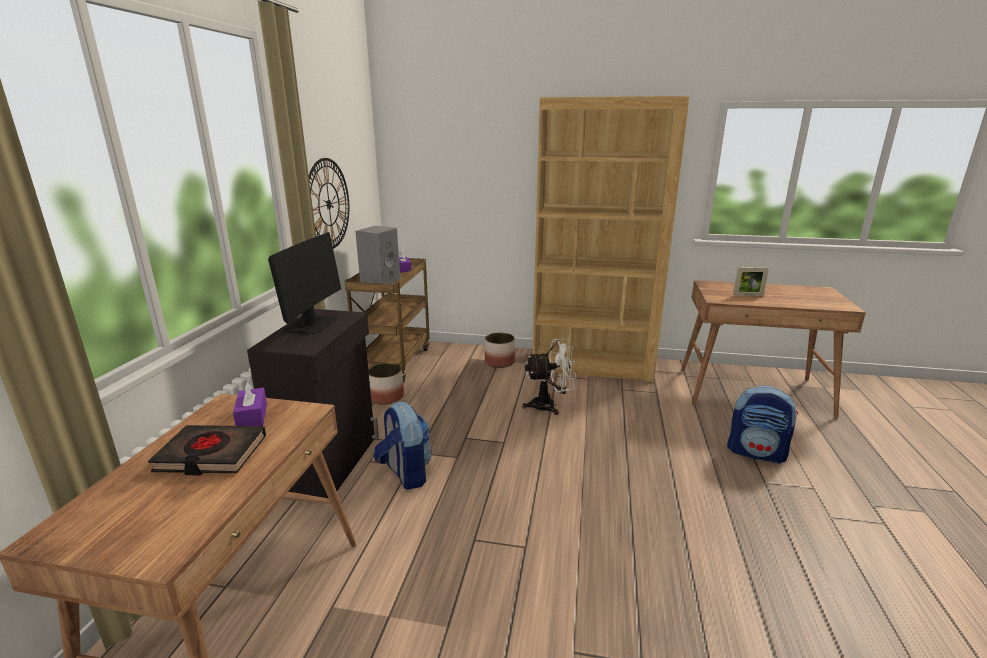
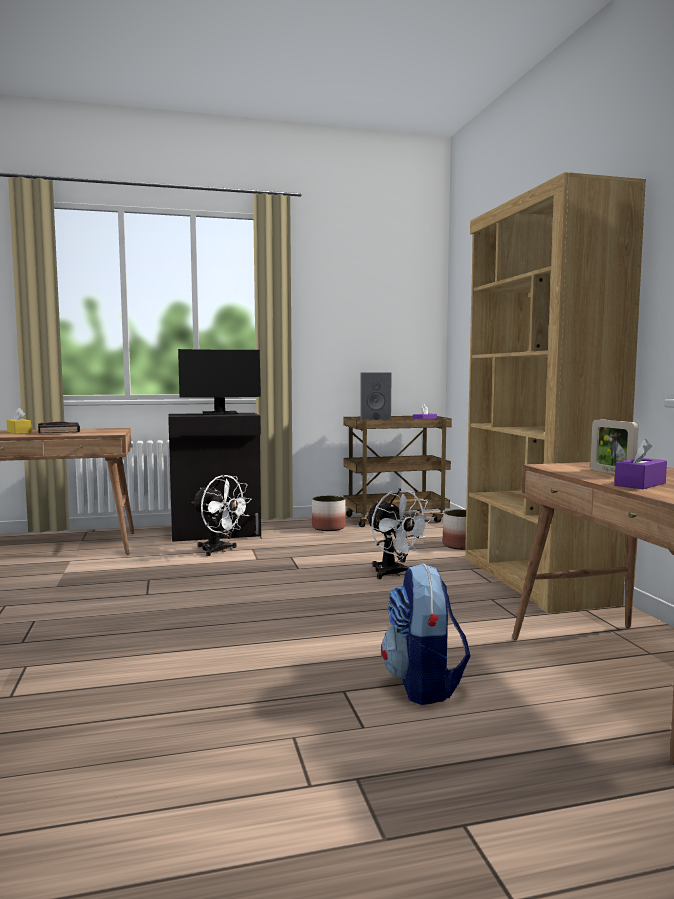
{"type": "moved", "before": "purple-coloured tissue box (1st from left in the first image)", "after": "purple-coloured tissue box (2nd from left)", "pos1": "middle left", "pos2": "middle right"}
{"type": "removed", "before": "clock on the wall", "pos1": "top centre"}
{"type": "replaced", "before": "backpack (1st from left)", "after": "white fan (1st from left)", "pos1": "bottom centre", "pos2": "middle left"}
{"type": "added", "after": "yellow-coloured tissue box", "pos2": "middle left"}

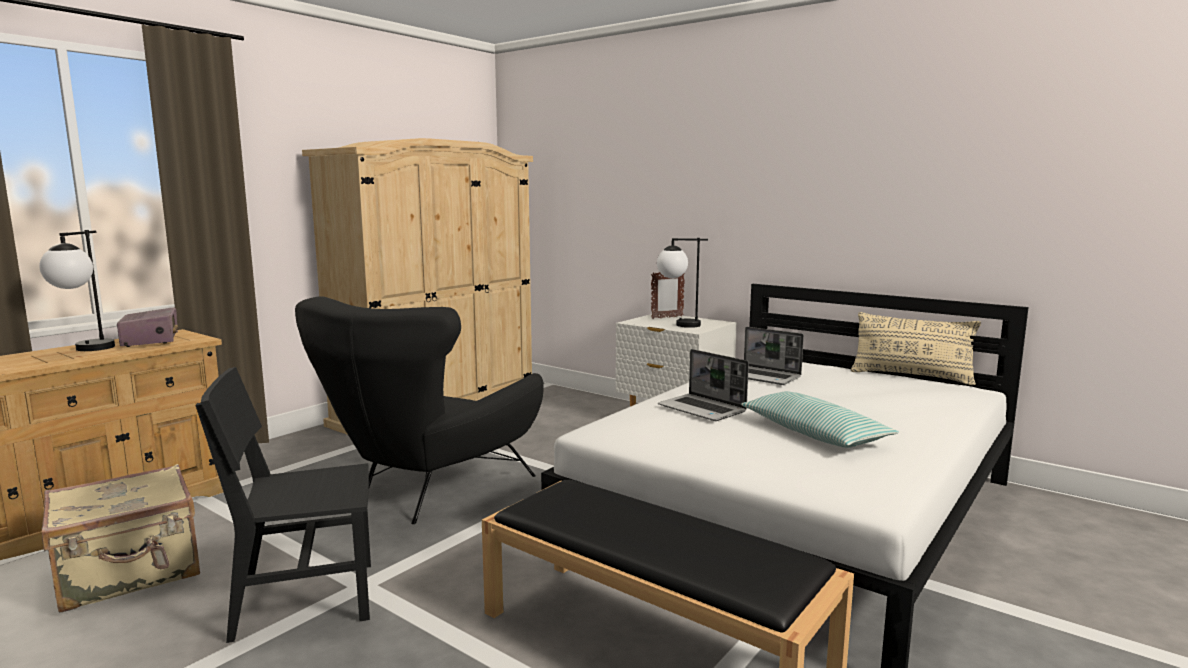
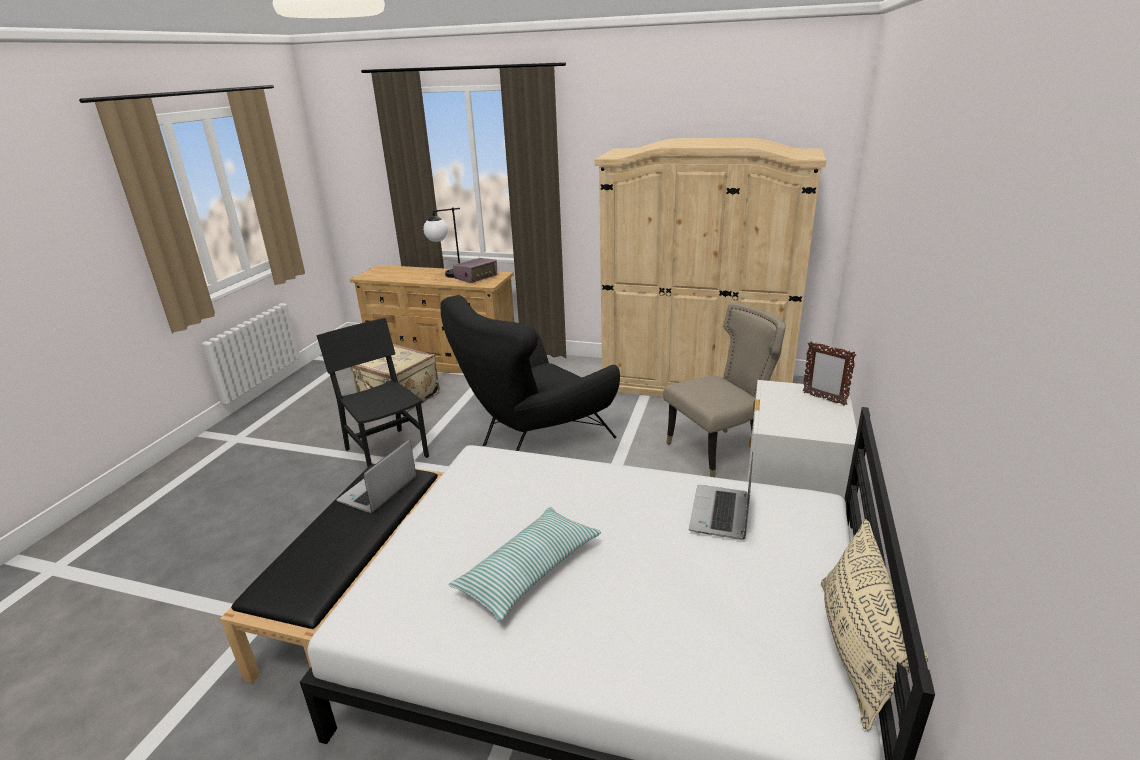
{"type": "turned", "before": "black-coloured armchair", "pos1": "centre", "pos2": "centre", "turn": -45}
{"type": "removed", "before": "lamp for a table (2nd from left)", "pos1": "centre"}
{"type": "moved", "before": "laptop (1st from left)", "pos1": "centre", "pos2": "middle left"}
{"type": "added", "after": "beige-coloured plain chair", "pos2": "centre"}

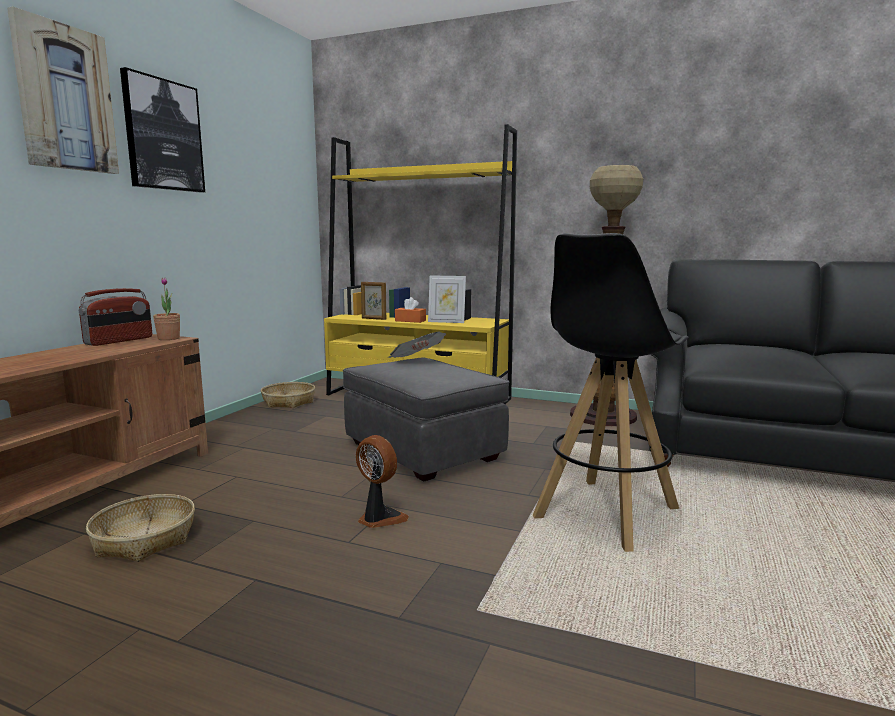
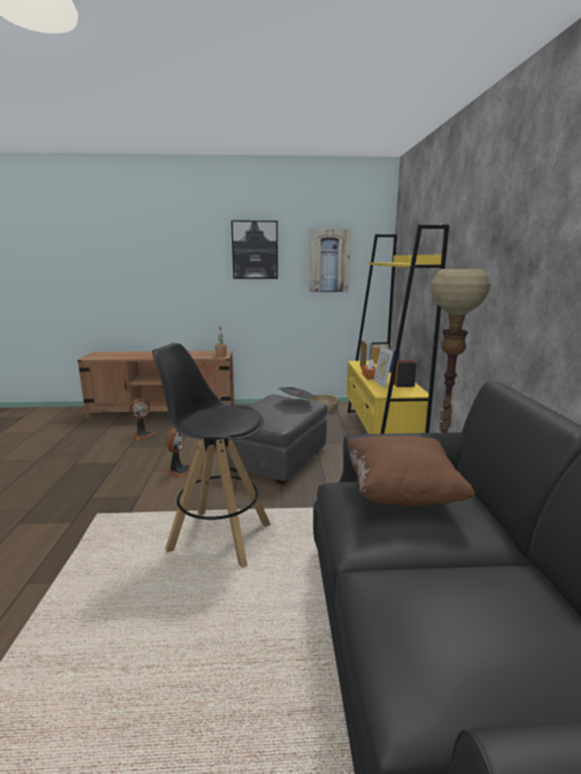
{"type": "moved", "before": "wall picture (1st from left in the first image)", "after": "wall picture (2nd from left)", "pos1": "top left", "pos2": "centre"}
{"type": "removed", "before": "radio receiver", "pos1": "middle left"}
{"type": "replaced", "before": "basket (1st from left)", "after": "fan (1st from left)", "pos1": "bottom left", "pos2": "middle left"}
{"type": "added", "after": "brown-coloured pillow", "pos2": "middle right"}

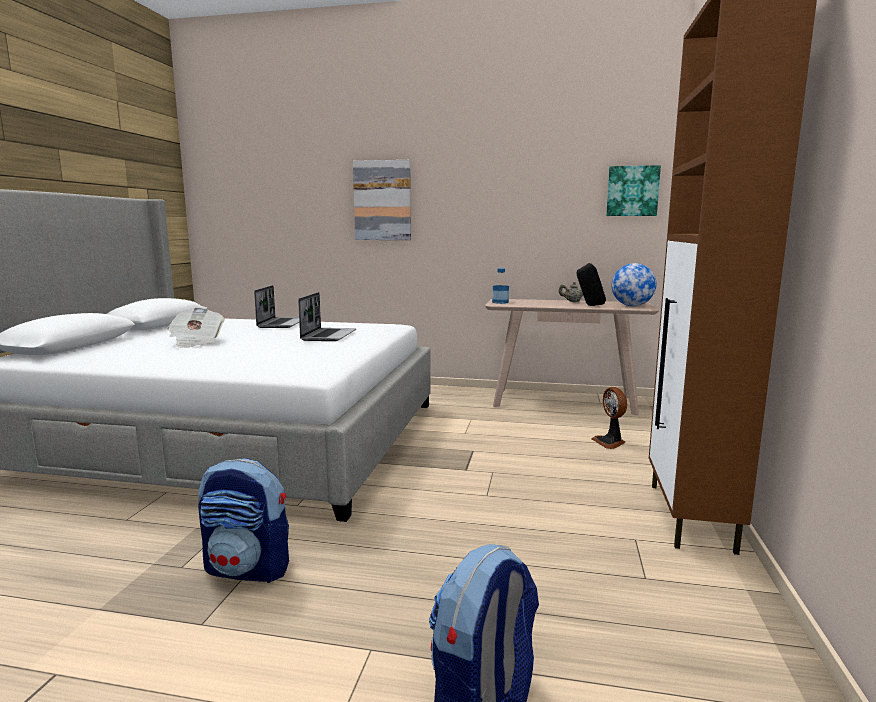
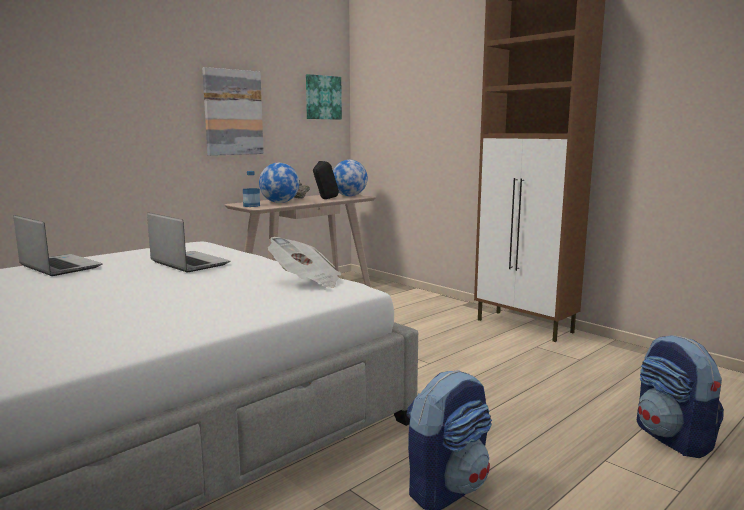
{"type": "moved", "before": "newspaper", "pos1": "middle left", "pos2": "centre"}
{"type": "moved", "before": "wall picture (1st from left)", "pos1": "top centre", "pos2": "top left"}
{"type": "removed", "before": "fan", "pos1": "middle right"}
{"type": "added", "after": "globe (1st from left)", "pos2": "centre"}

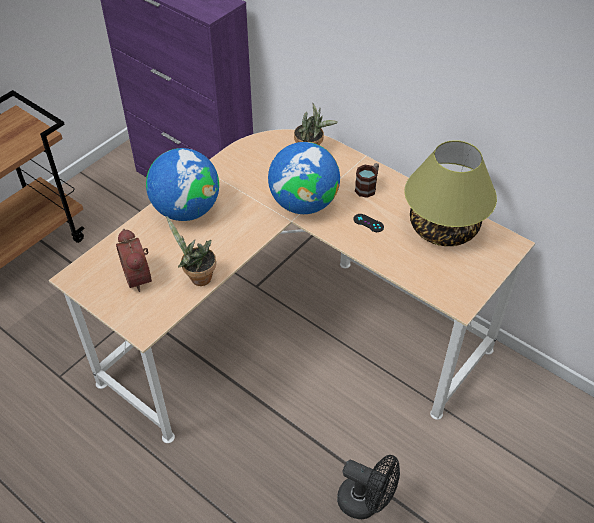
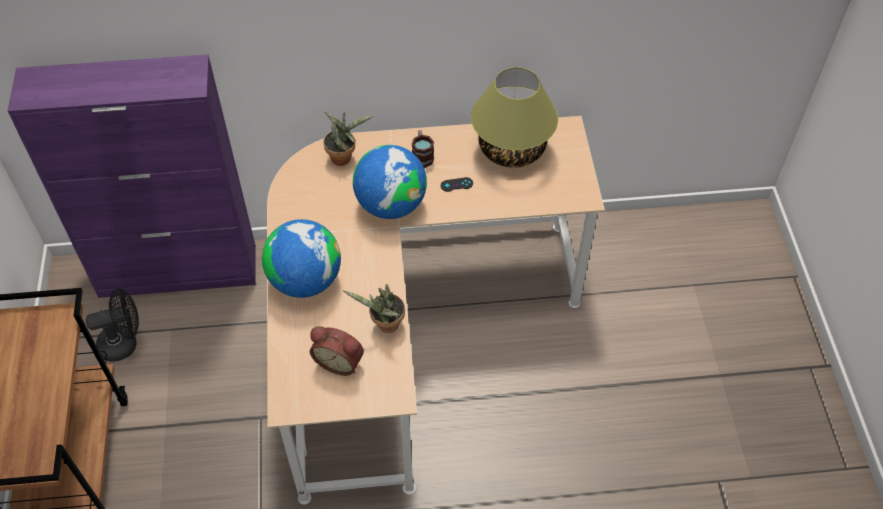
{"type": "moved", "before": "black-coloured fan", "pos1": "bottom centre", "pos2": "middle left"}

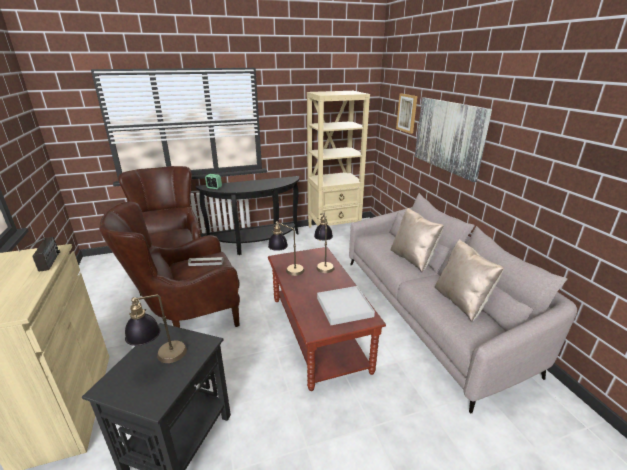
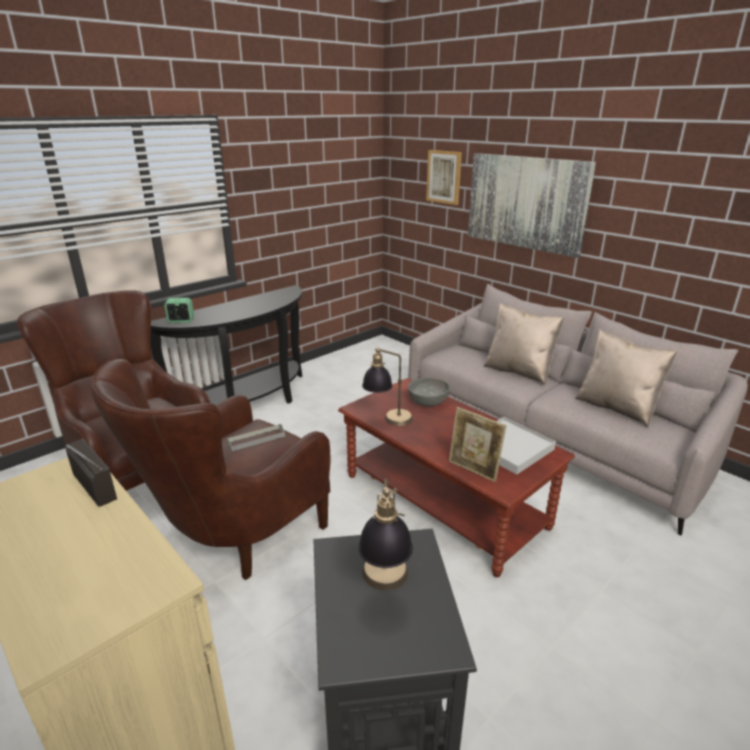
{"type": "removed", "before": "beige-coloured bookshelf", "pos1": "centre"}
{"type": "replaced", "before": "lamp for a table (3rd from left)", "after": "gray bowl", "pos1": "centre", "pos2": "centre"}
{"type": "added", "after": "standing frame", "pos2": "centre"}

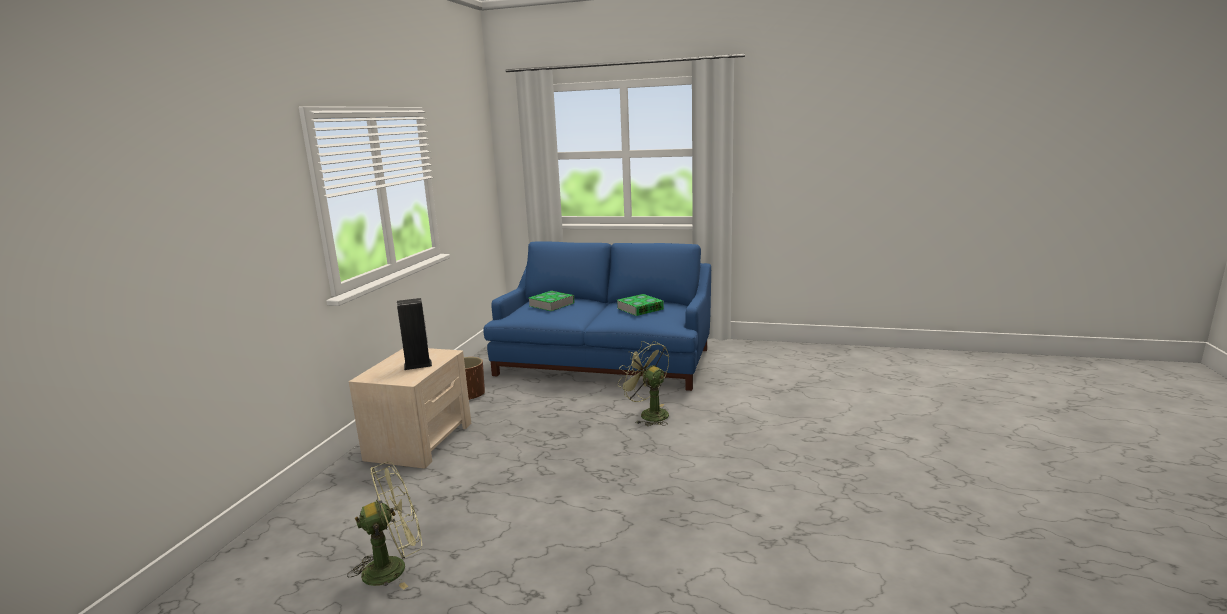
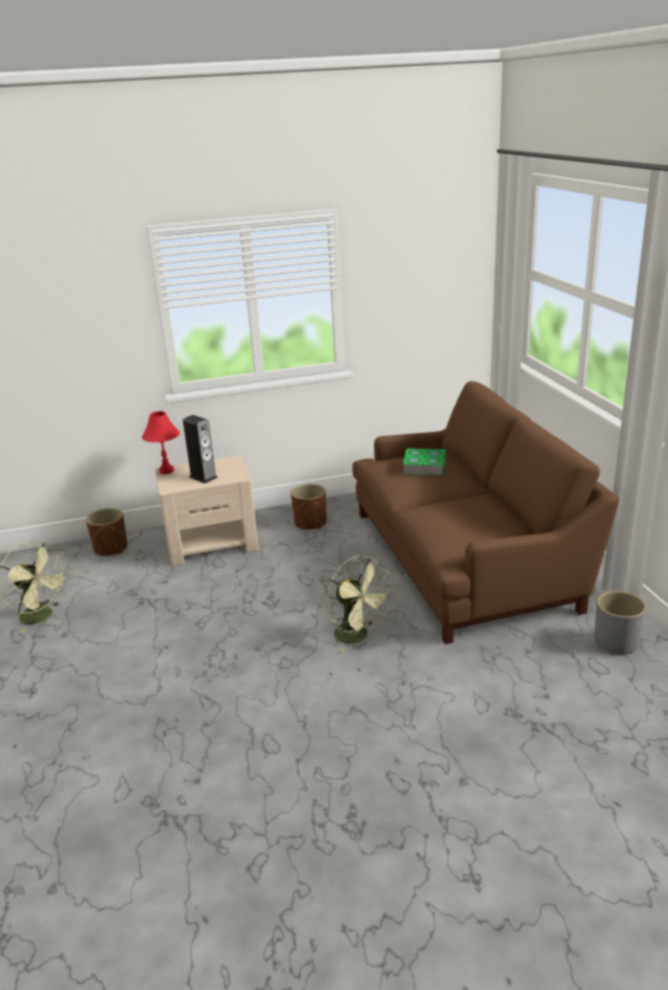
{"type": "recoloured", "before": "blue-coloured couch", "after": "brown-coloured couch", "pos1": "centre", "pos2": "middle right"}
{"type": "removed", "before": "volume (2nd from left)", "pos1": "centre"}
{"type": "turned", "before": "green-coloured fan (2nd from left)", "pos1": "centre", "pos2": "centre", "turn": 120}
{"type": "added", "after": "brown-coloured plant pot (1st from left)", "pos2": "middle left"}
{"type": "added", "after": "red lamp for a table", "pos2": "middle left"}
{"type": "added", "after": "gray plant pot", "pos2": "middle right"}

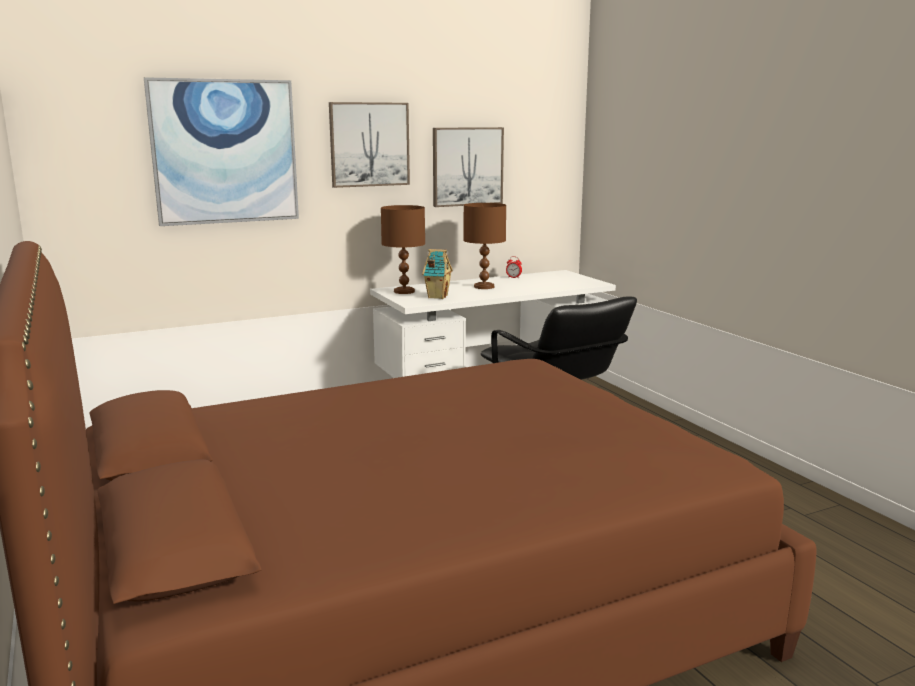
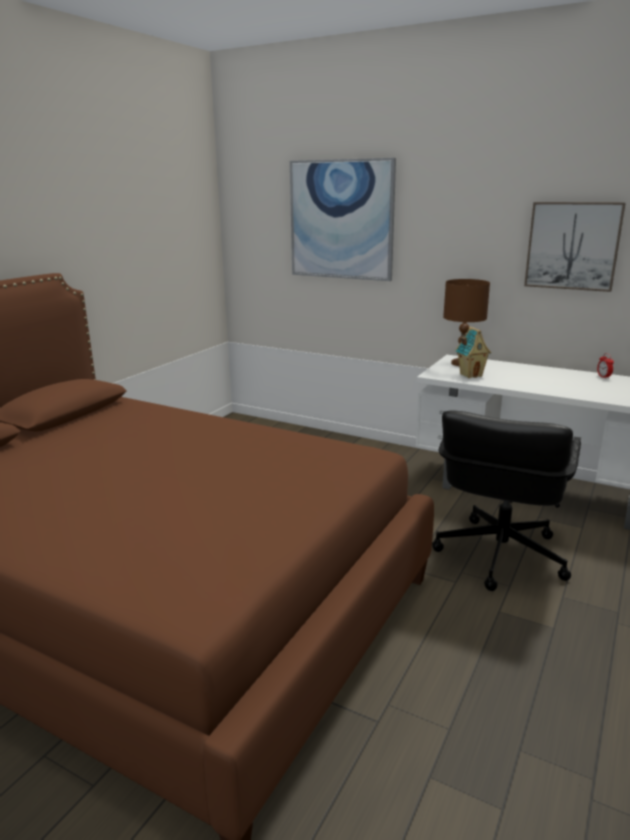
{"type": "removed", "before": "wall picture (2nd from left)", "pos1": "top centre"}
{"type": "removed", "before": "brown-coloured lamp for a table (2nd from left)", "pos1": "centre"}

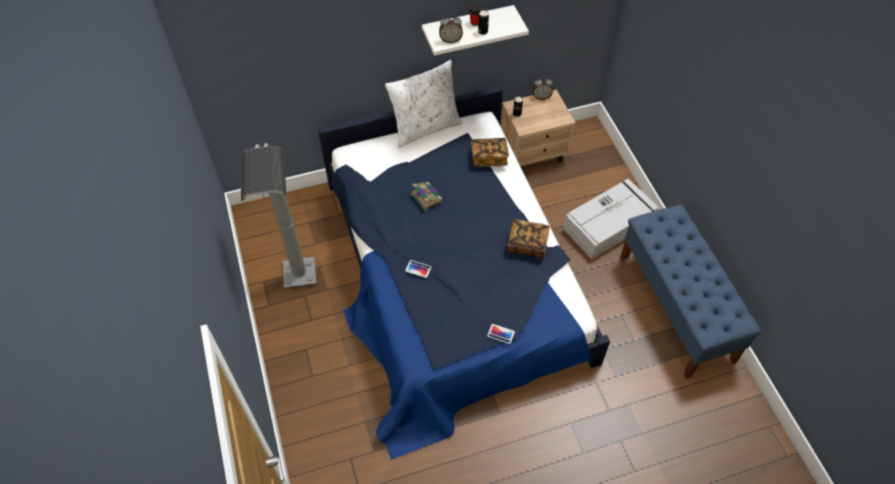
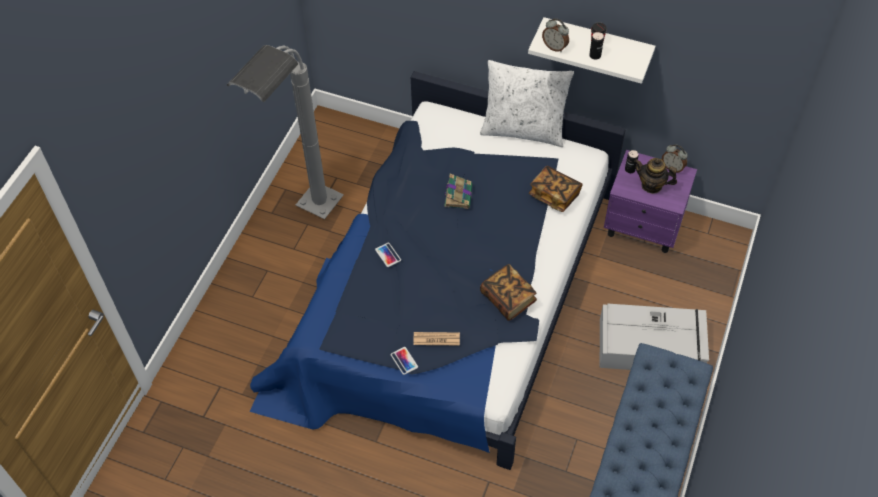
{"type": "recoloured", "before": "beige-coloured nightstand", "after": "purple-coloured nightstand", "pos1": "top centre", "pos2": "middle right"}
{"type": "added", "after": "newspaper", "pos2": "bottom centre"}
{"type": "added", "after": "tea pot", "pos2": "middle right"}

